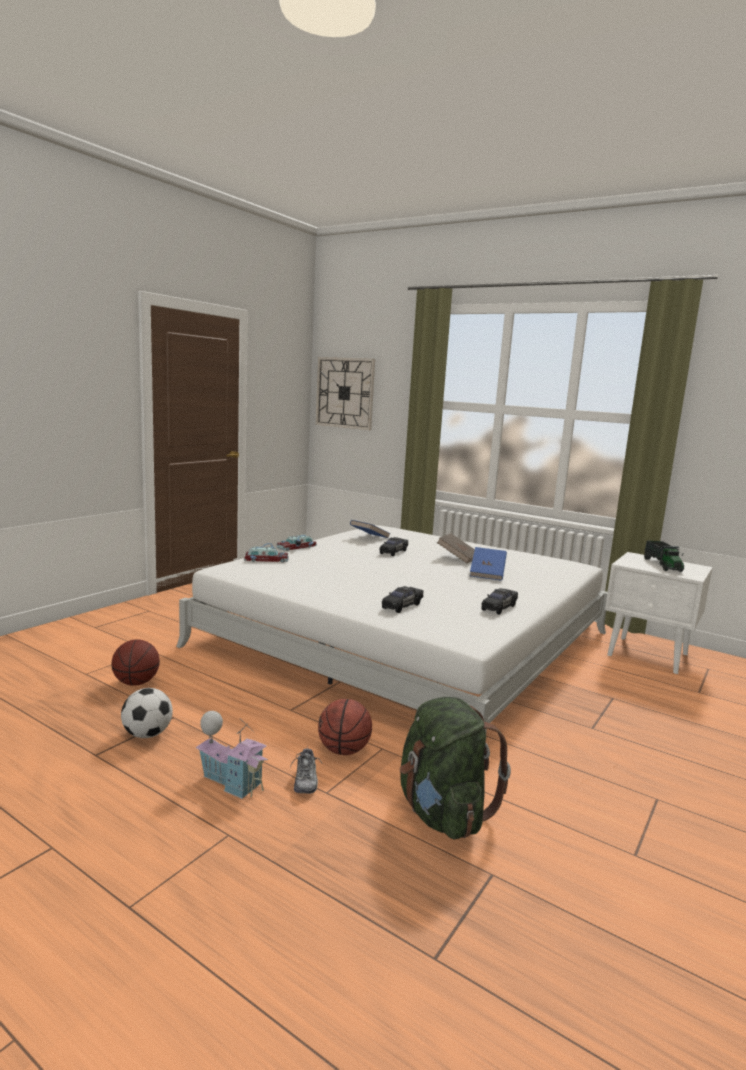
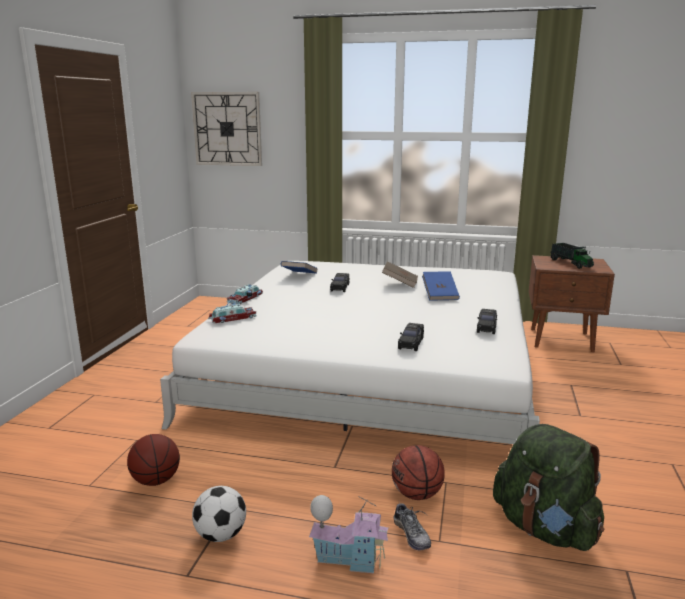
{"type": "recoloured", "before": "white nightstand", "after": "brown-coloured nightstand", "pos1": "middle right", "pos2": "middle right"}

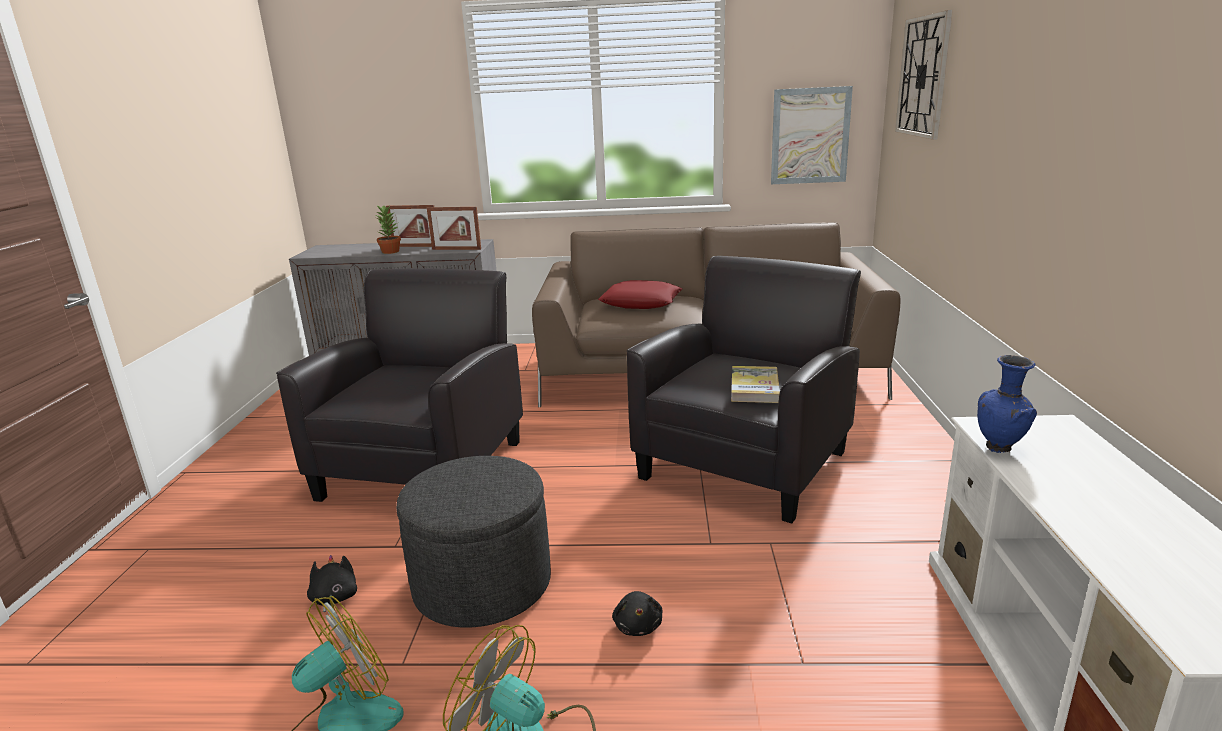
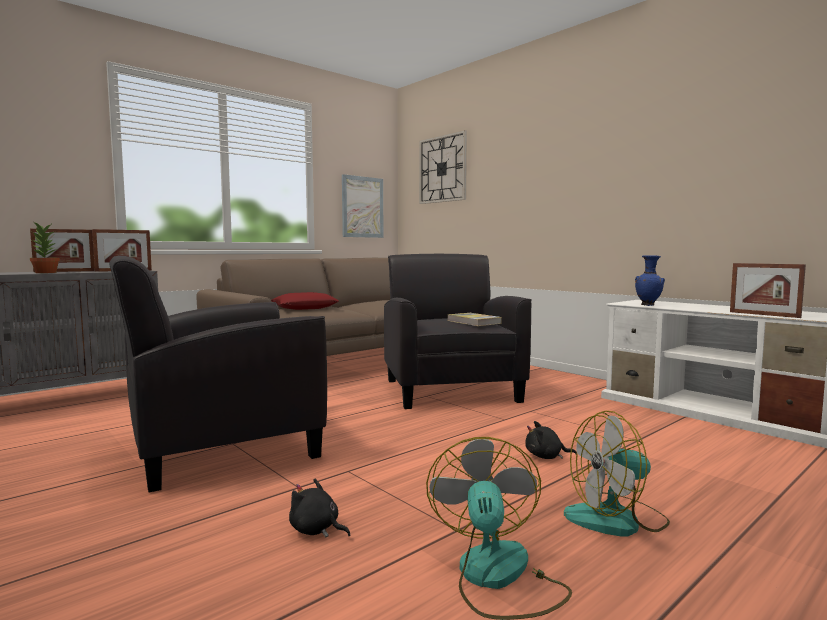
{"type": "turned", "before": "black-coloured armchair (1st from left)", "pos1": "middle left", "pos2": "middle left", "turn": -90}
{"type": "removed", "before": "gray footrest", "pos1": "bottom centre"}
{"type": "turned", "before": "black-coloured plush toy (2nd from left)", "pos1": "bottom centre", "pos2": "bottom centre", "turn": 150}
{"type": "added", "after": "standing frame (3rd from left)", "pos2": "middle right"}

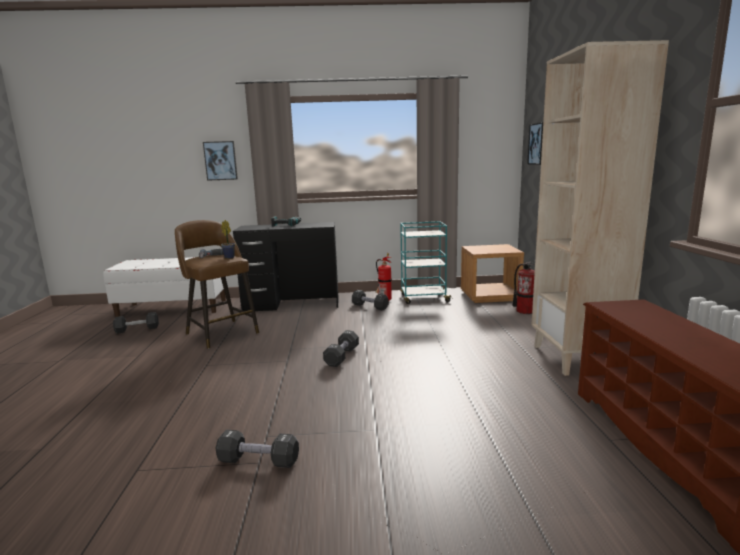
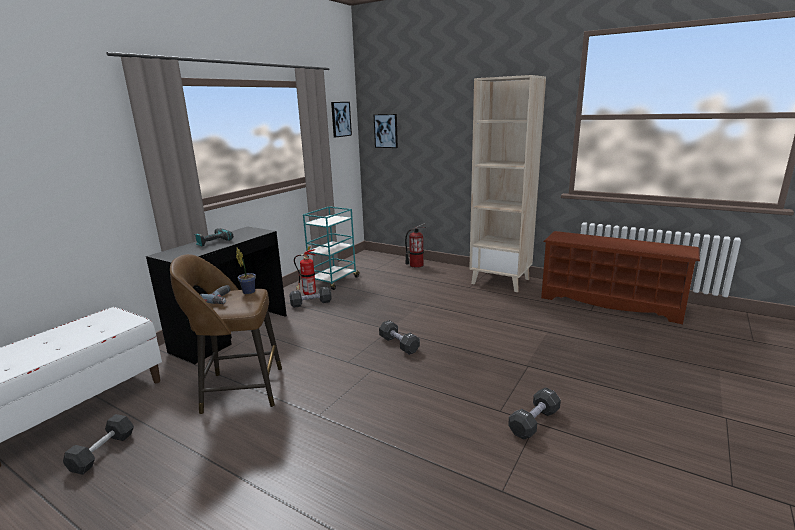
{"type": "moved", "before": "wall picture (1st from left)", "pos1": "top left", "pos2": "top centre"}
{"type": "removed", "before": "brown-coloured nightstand", "pos1": "centre"}

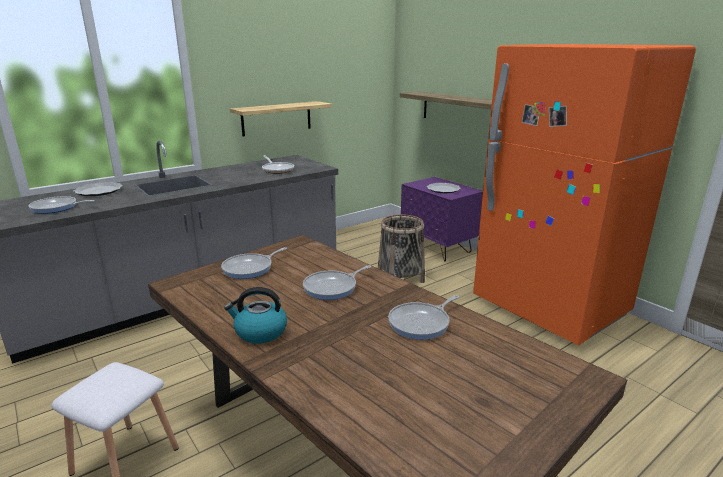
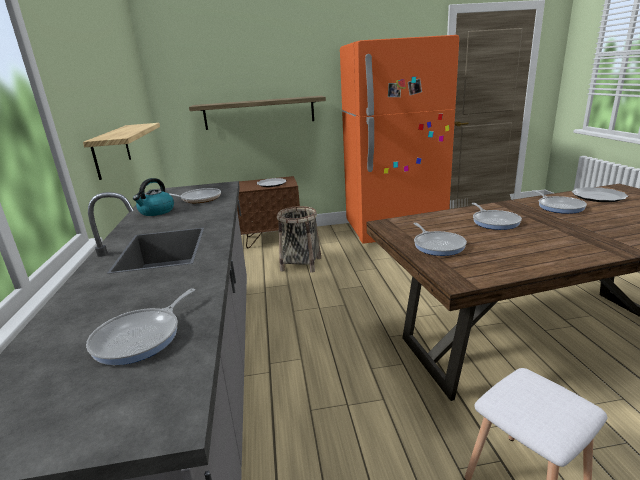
{"type": "moved", "before": "dinner plate (1st from left in the first image)", "after": "dinner plate (2nd from left)", "pos1": "middle left", "pos2": "middle right"}
{"type": "moved", "before": "tea kettle", "pos1": "centre", "pos2": "middle left"}
{"type": "recoloured", "before": "purple-coloured nightstand", "after": "brown-coloured nightstand", "pos1": "centre", "pos2": "centre"}

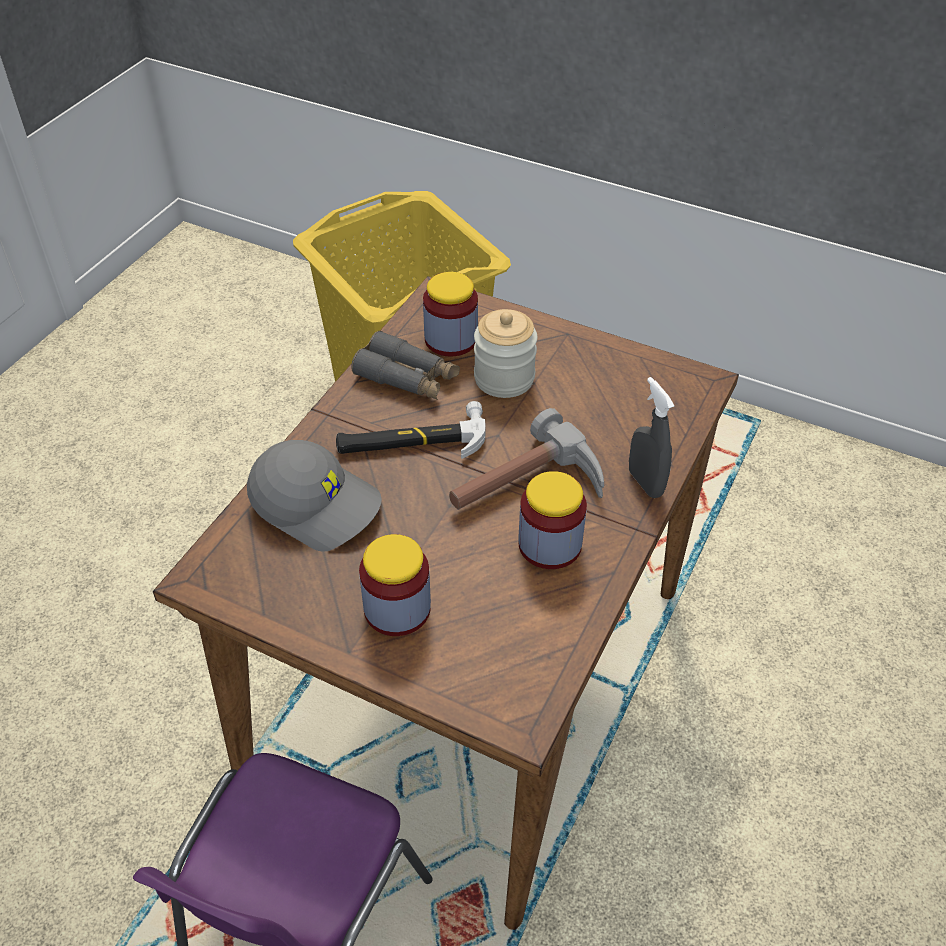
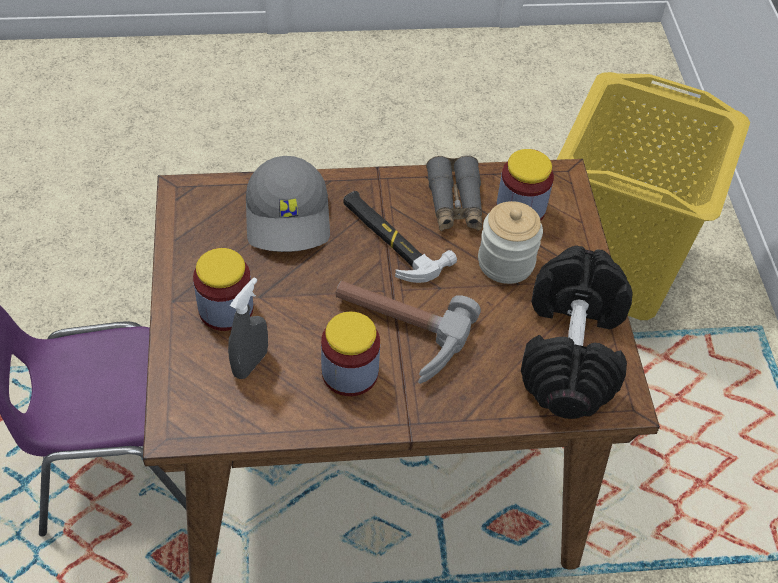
{"type": "moved", "before": "gray spray bottle", "pos1": "middle right", "pos2": "middle left"}
{"type": "added", "after": "black-coloured free weight", "pos2": "middle right"}

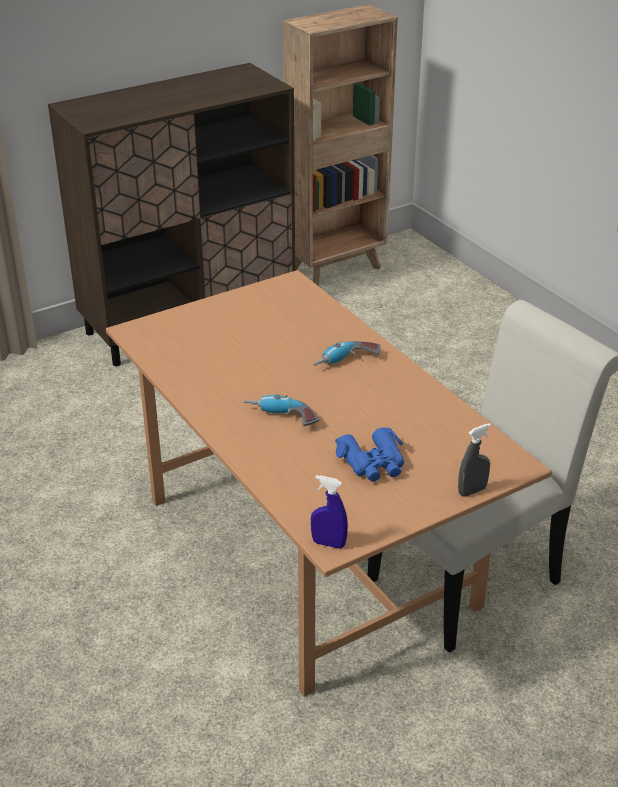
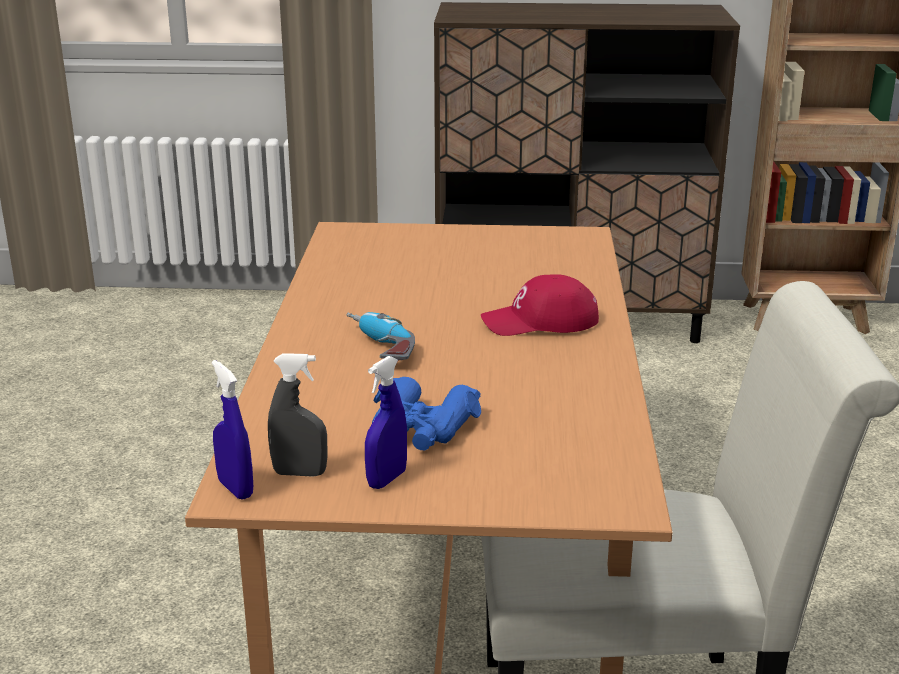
{"type": "replaced", "before": "drill (2nd from left)", "after": "red baseball cap", "pos1": "centre", "pos2": "centre"}
{"type": "moved", "before": "gray spray bottle", "pos1": "middle right", "pos2": "middle left"}
{"type": "added", "after": "blue-coloured spray bottle (2nd from left)", "pos2": "centre"}

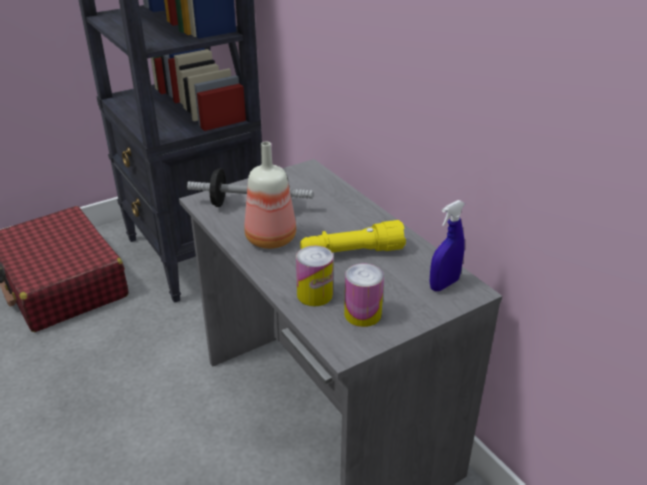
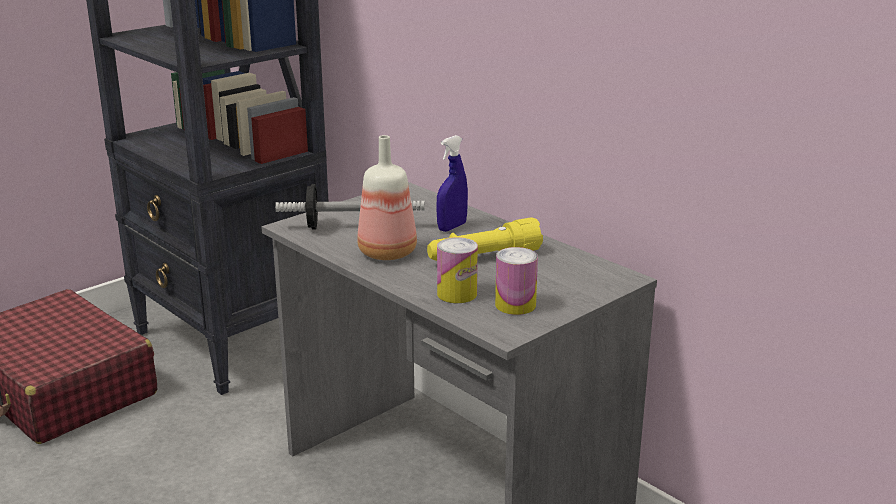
{"type": "moved", "before": "blue-coloured spray bottle", "pos1": "middle right", "pos2": "centre"}

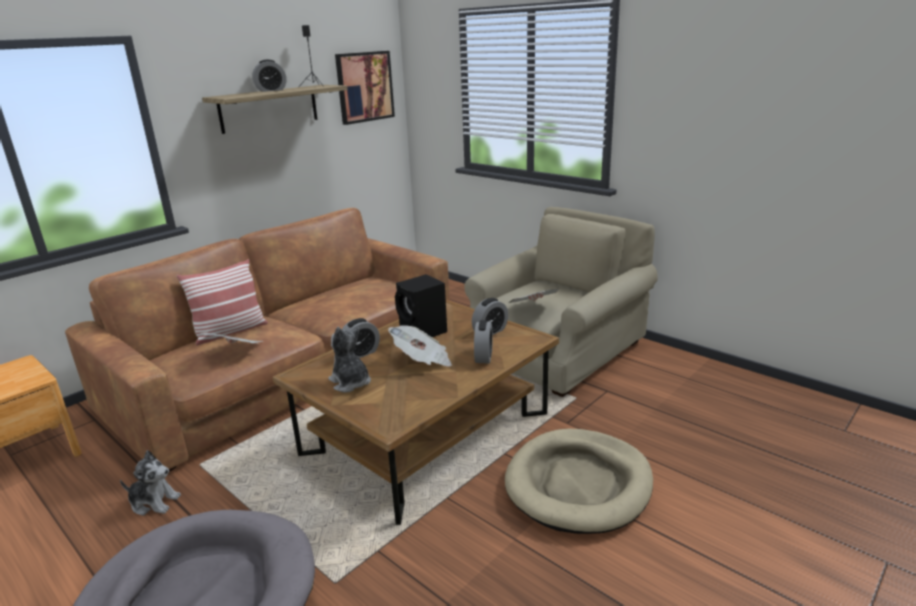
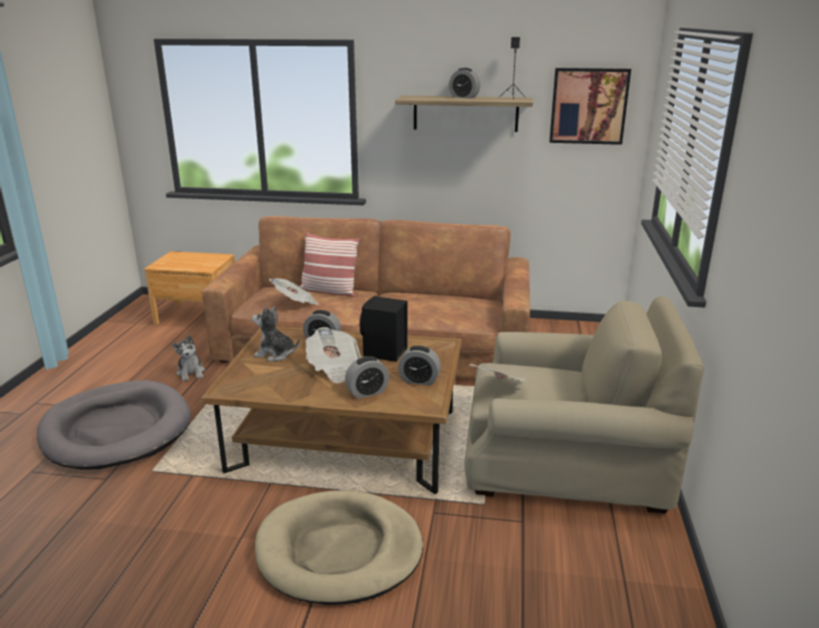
{"type": "turned", "before": "plush toy (2nd from left)", "pos1": "centre", "pos2": "centre", "turn": -90}

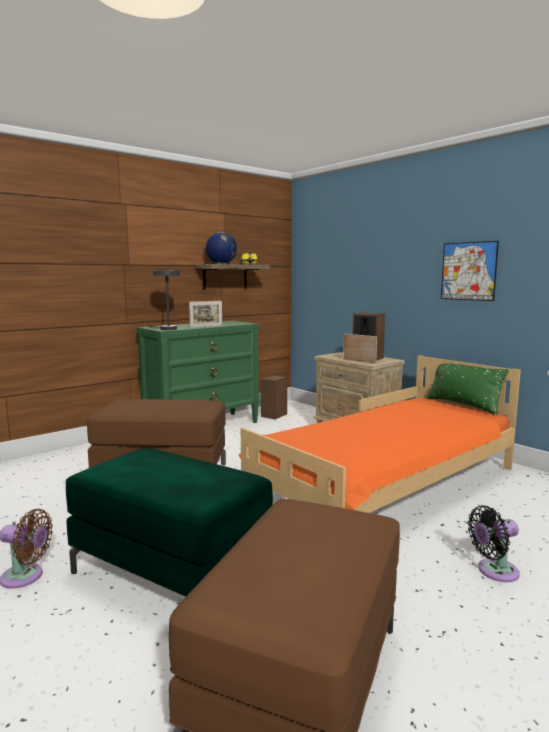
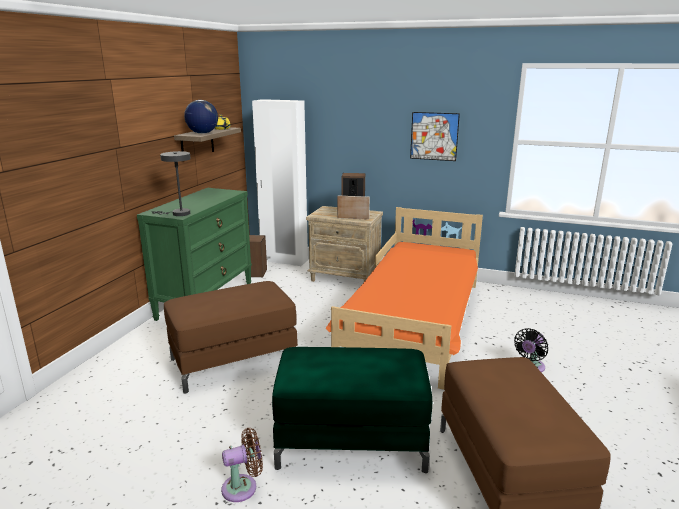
{"type": "removed", "before": "standing frame (1st from left)", "pos1": "centre"}
{"type": "removed", "before": "green-coloured pillow", "pos1": "middle right"}
{"type": "added", "after": "white clothes cupboard", "pos2": "centre"}

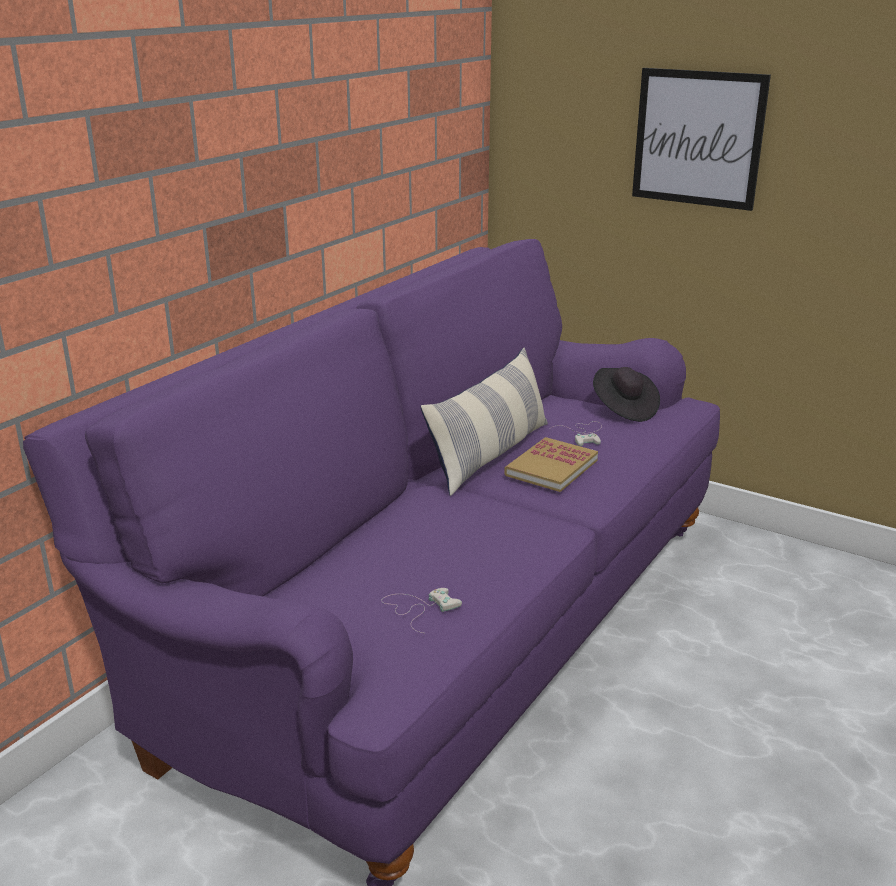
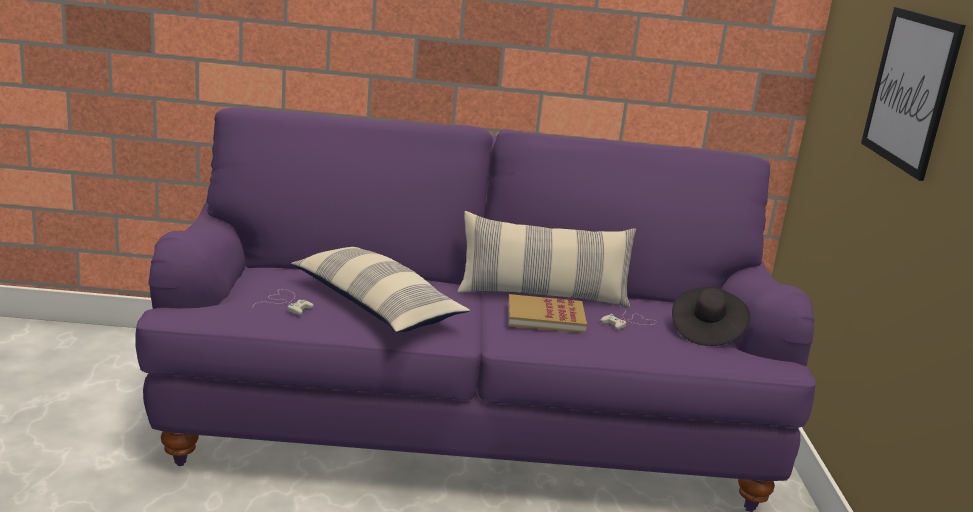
{"type": "added", "after": "pillow (1st from left)", "pos2": "centre"}

